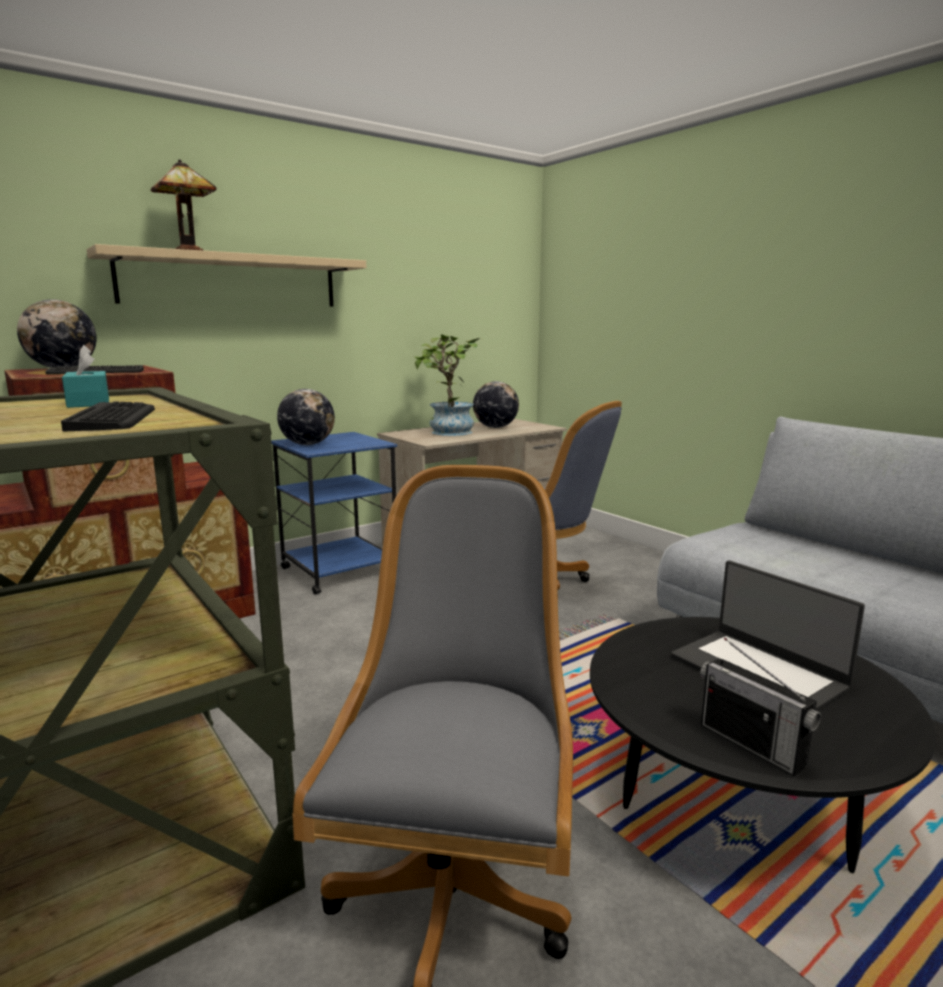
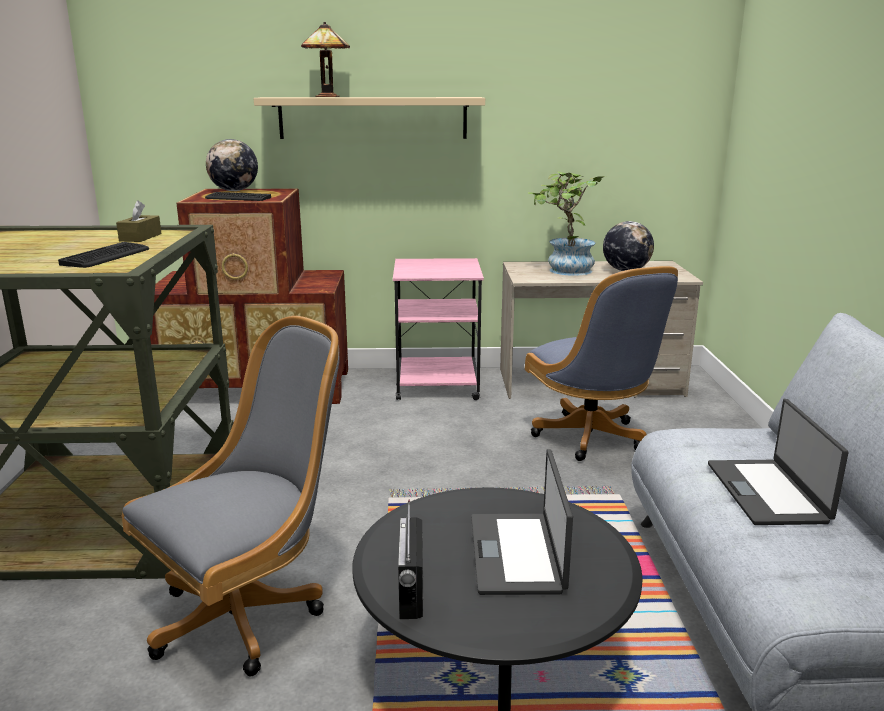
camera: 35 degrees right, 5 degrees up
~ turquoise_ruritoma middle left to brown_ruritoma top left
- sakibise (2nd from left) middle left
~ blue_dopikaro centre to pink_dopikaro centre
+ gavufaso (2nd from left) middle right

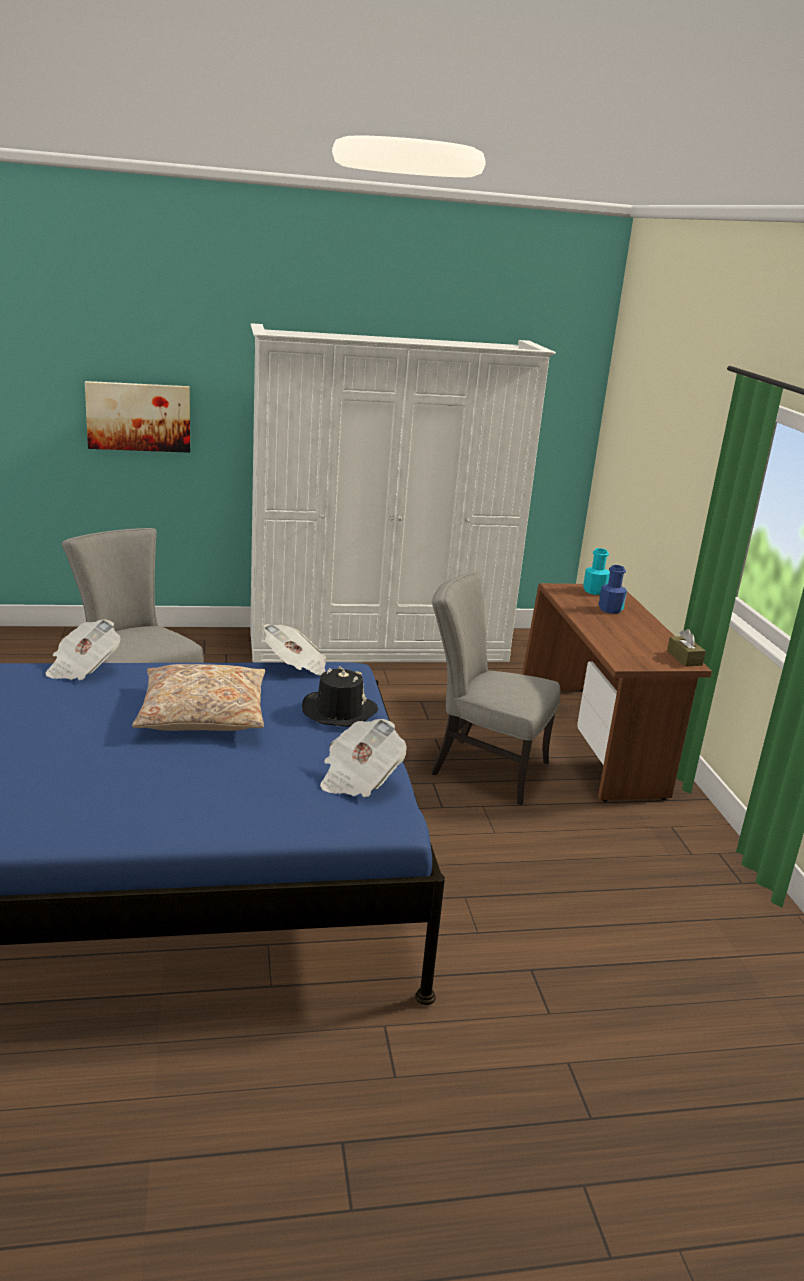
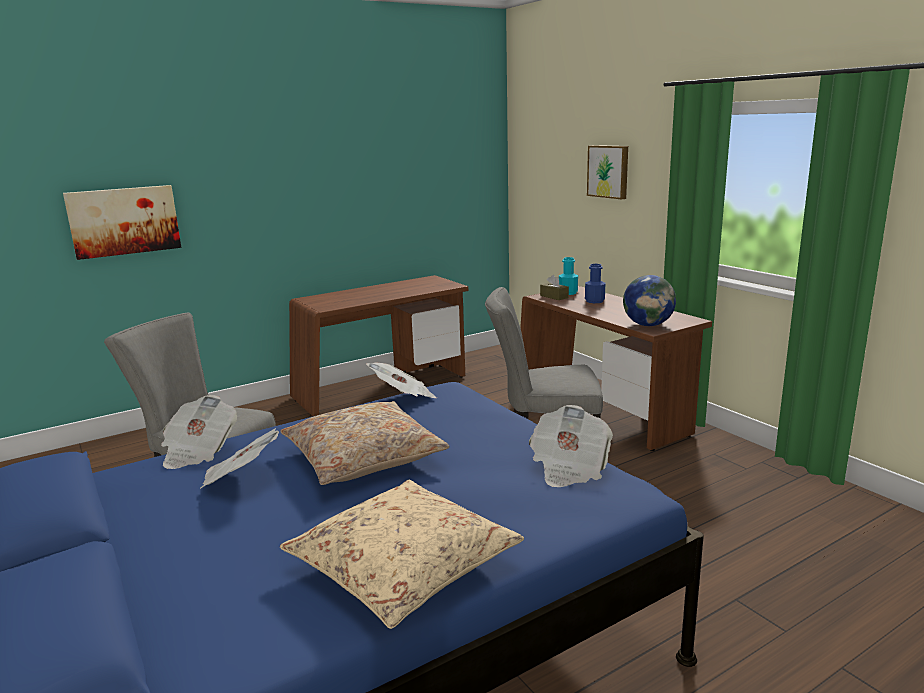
camera: 20 degrees left, 5 degrees down
~ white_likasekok centre to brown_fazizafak (1st from left) centre
~ brown_ruritoma middle right to centre
- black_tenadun centre
+ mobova (2nd from left) top centre
+ sakibise middle right
+ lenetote (2nd from left) middle left
+ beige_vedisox (2nd from left) bottom centre

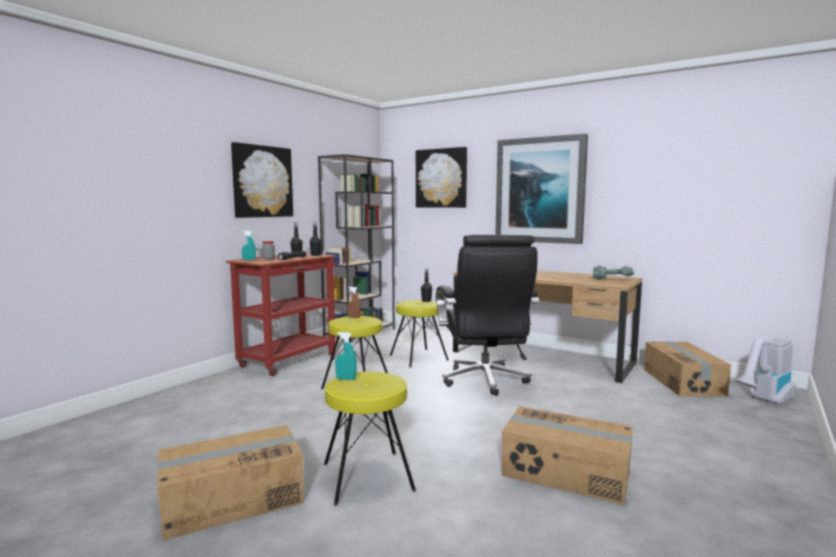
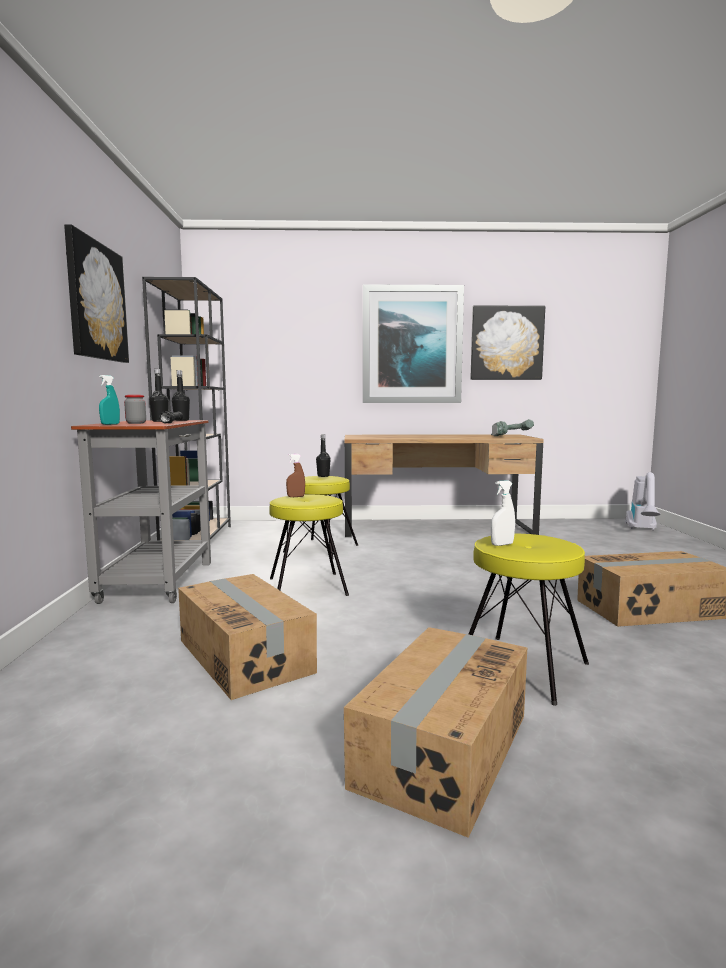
camera: 35 degrees left, 0 degrees up
~ mobova (2nd from left in the first image) top centre to mobova (3rd from left) middle right
- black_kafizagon centre
~ red_dopikaro centre to grey_dopikaro middle left
~ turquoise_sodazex (2nd from left) centre to white_sodazex middle right
~ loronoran (3rd from left in the first image) middle right to loronoran (1st from left) centre

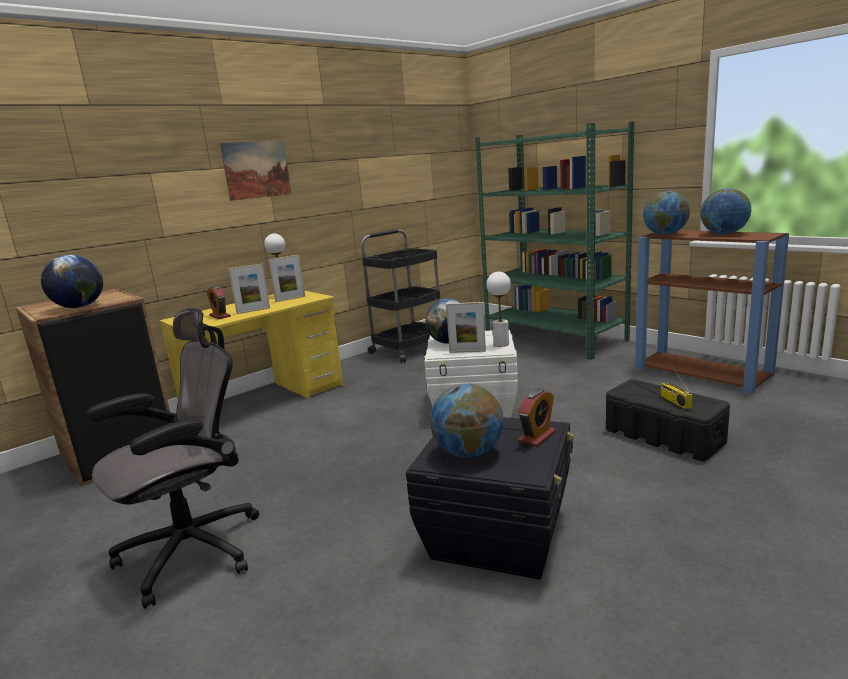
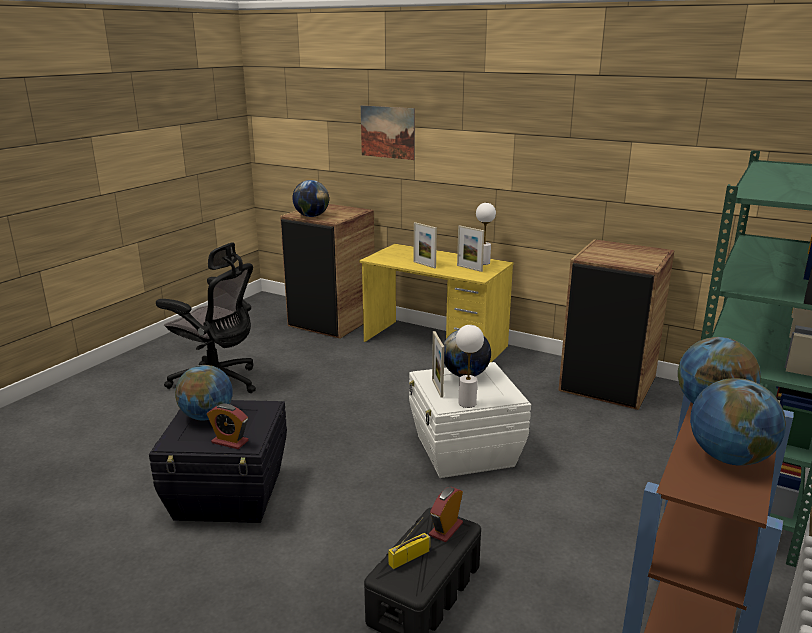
camera: 70 degrees right, 5 degrees up
~ mobova top left to top centre
~ black_dopikaro centre to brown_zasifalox (2nd from left) middle right
~ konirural (1st from left in the first image) middle left to konirural (2nd from left) bottom centre

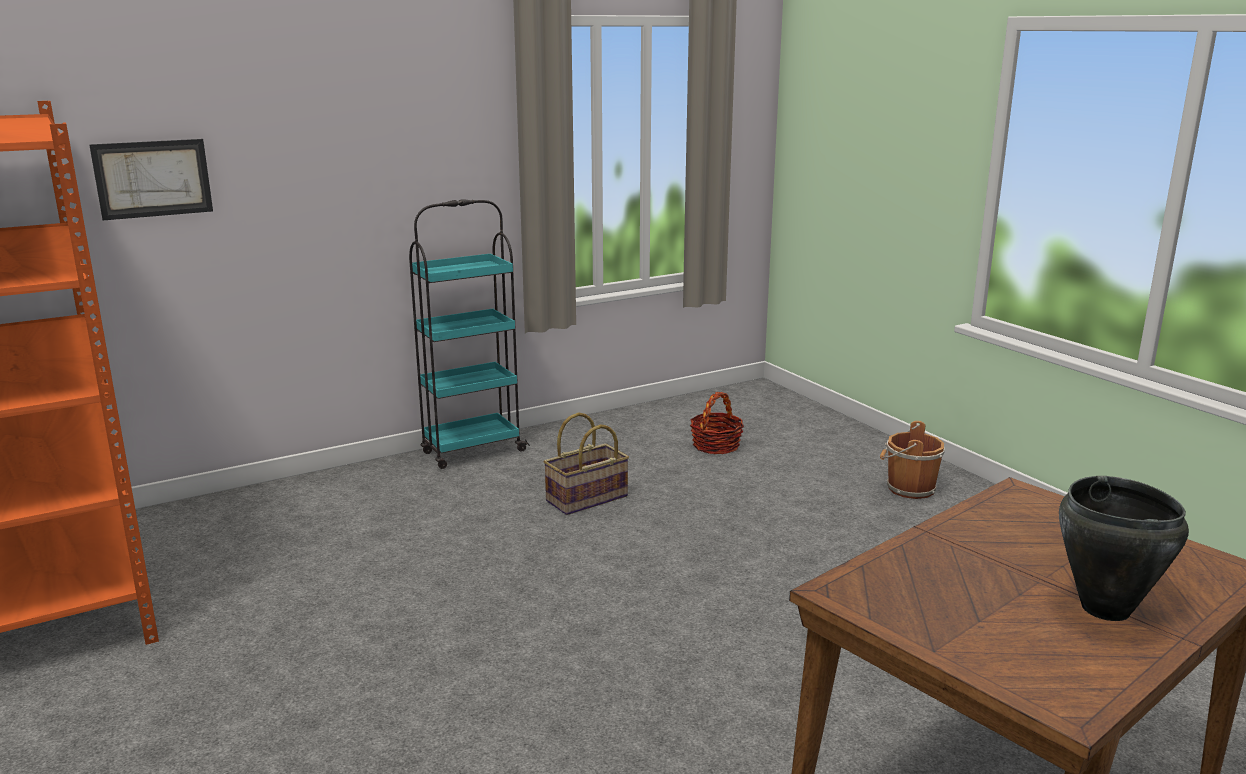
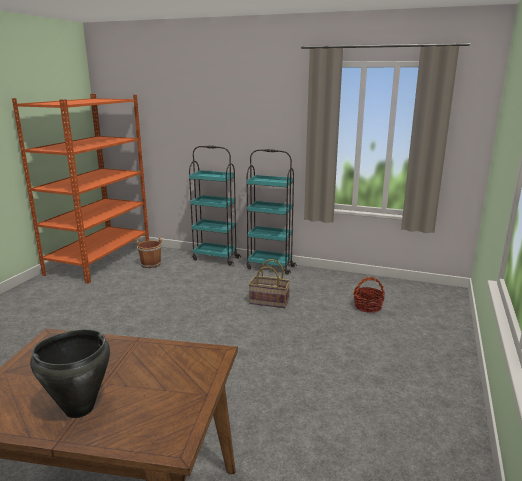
camera: 50 degrees right, 0 degrees up
- mobova top left
~ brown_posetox middle right to middle left
+ turquoise_dopikaro (1st from left) centre

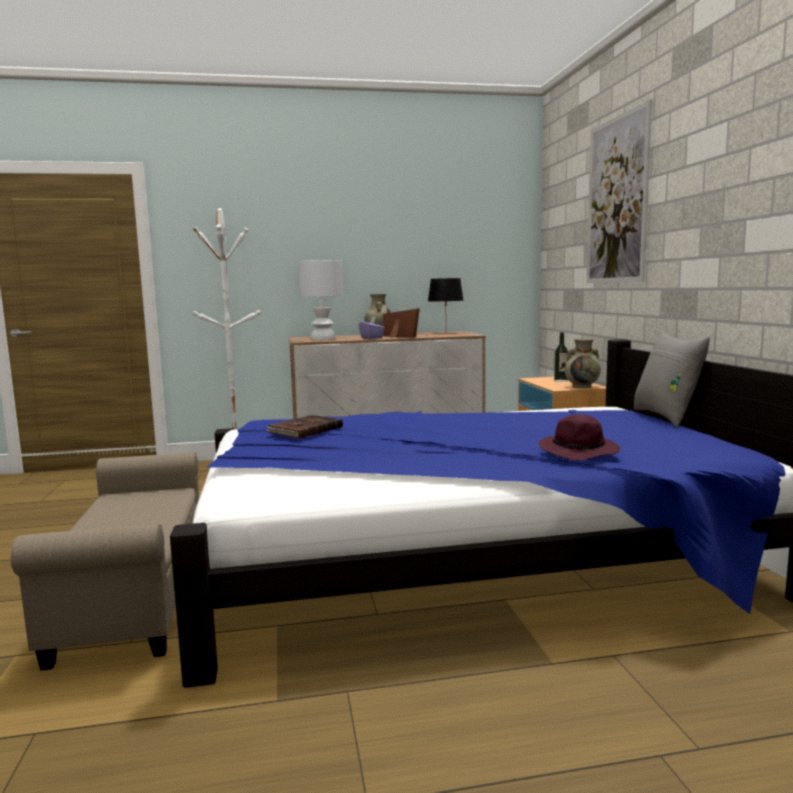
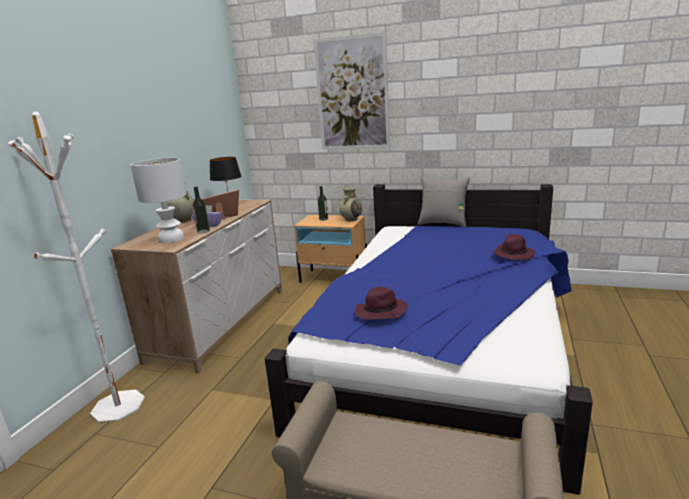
camera: 60 degrees left, 10 degrees up
~ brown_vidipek centre to purple_tenadun (1st from left) centre
+ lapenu (1st from left) middle left

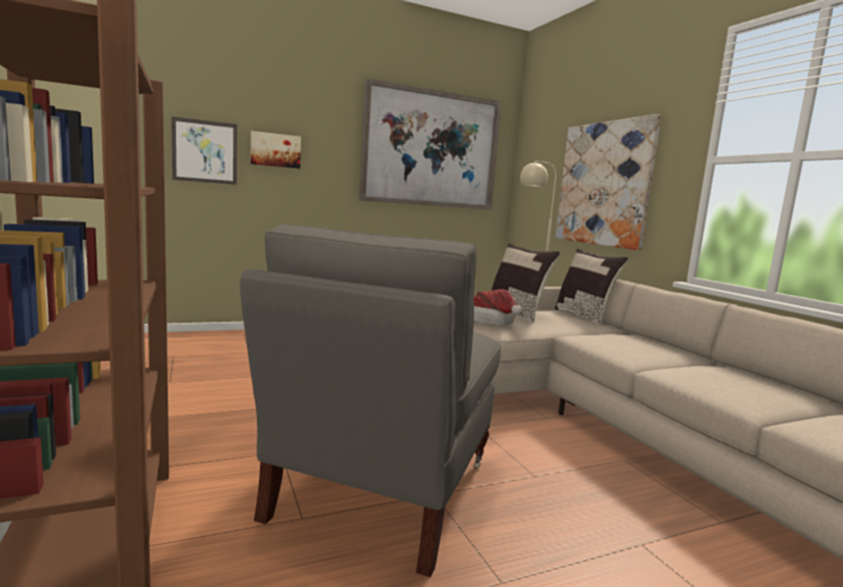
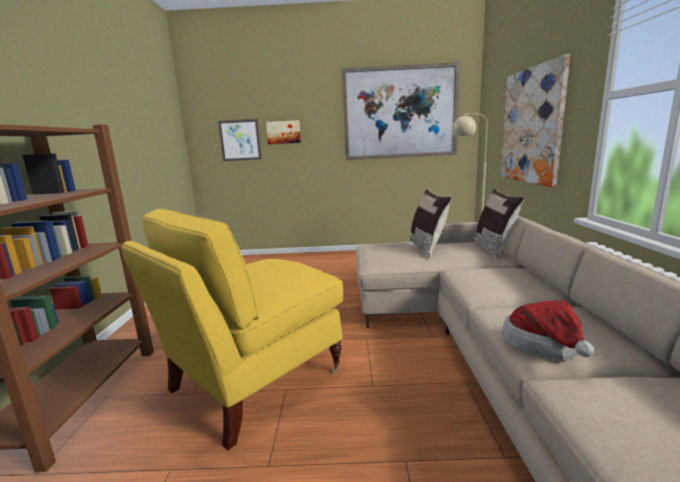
camera: 25 degrees right, 5 degrees up
~ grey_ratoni bottom centre to yellow_ratoni bottom centre
~ tenadun centre to bottom right

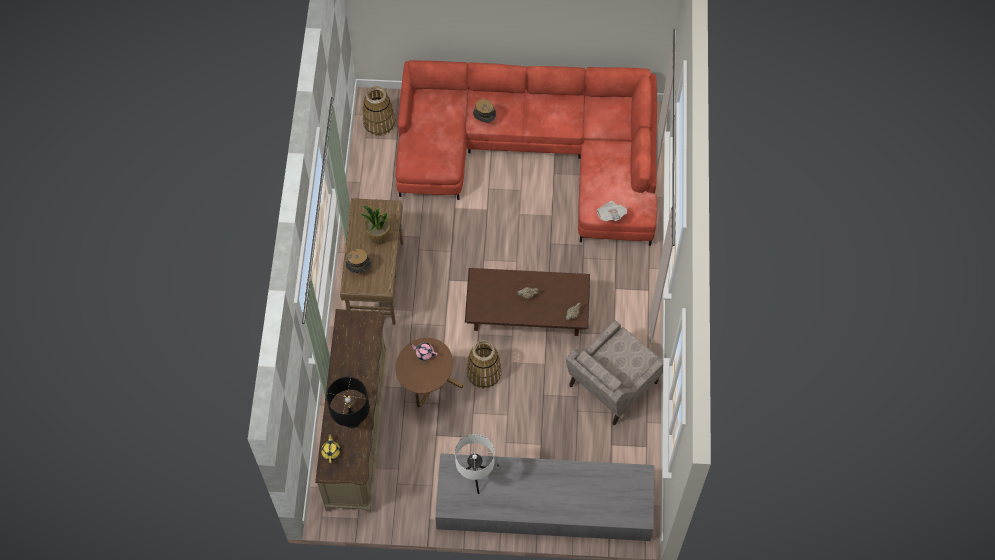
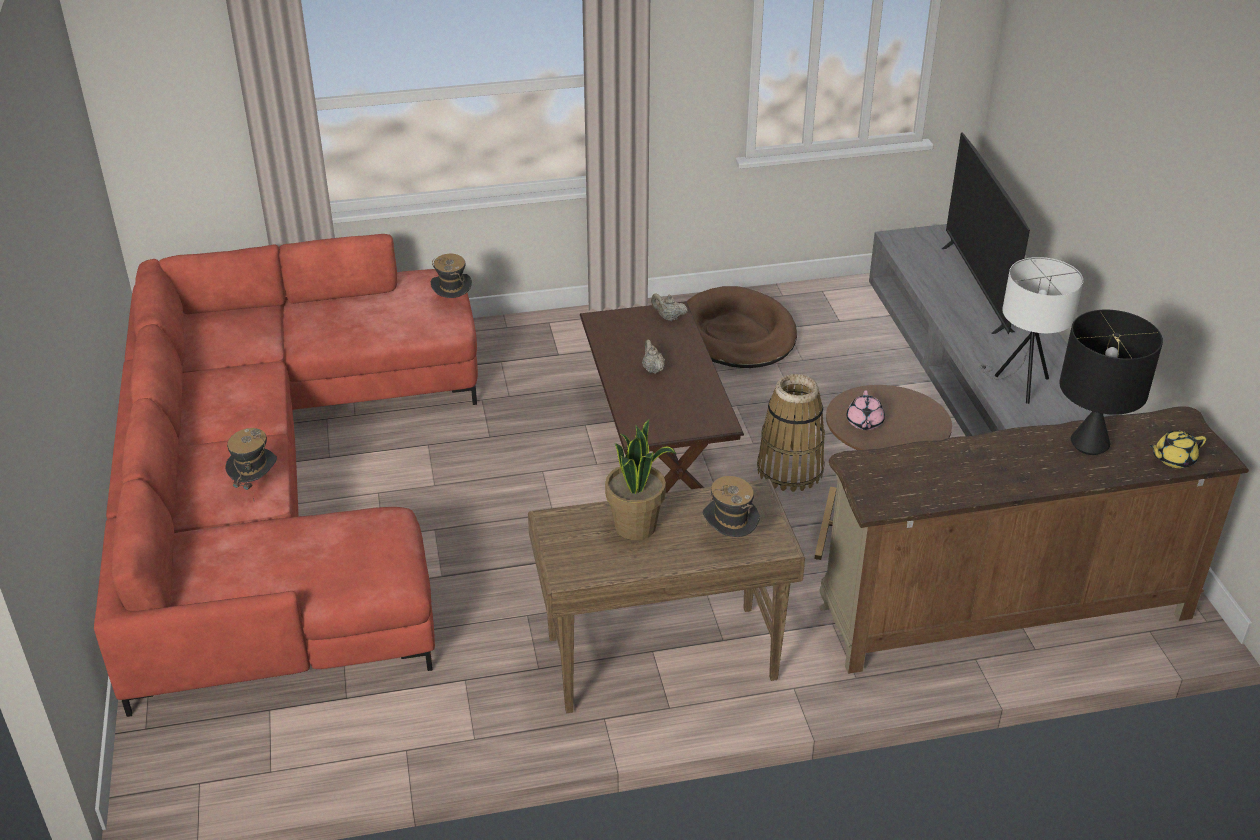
camera: 105 degrees left, 25 degrees down
- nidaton (1st from left) top centre
~ lenetote centre to tenadun (2nd from left) top centre
~ beige_ratoni centre to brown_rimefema centre
+ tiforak top right

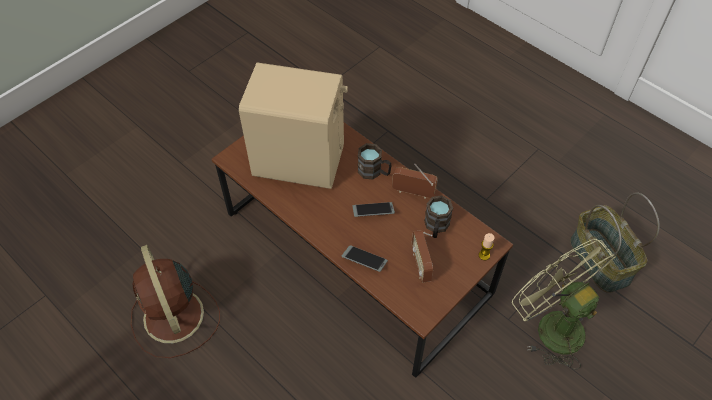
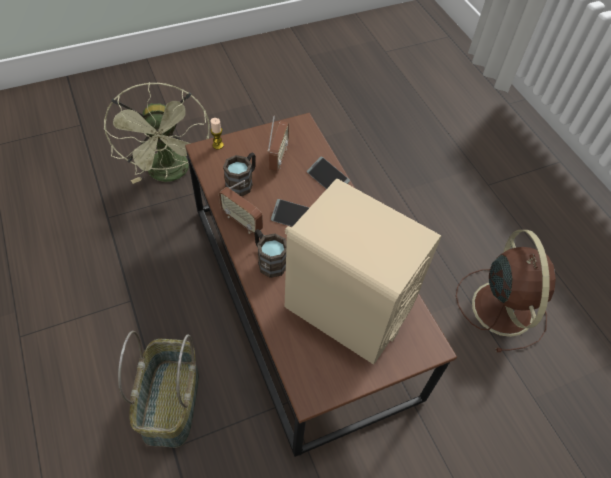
camera: 160 degrees left, 0 degrees up
~ nidaton middle right to bottom left

